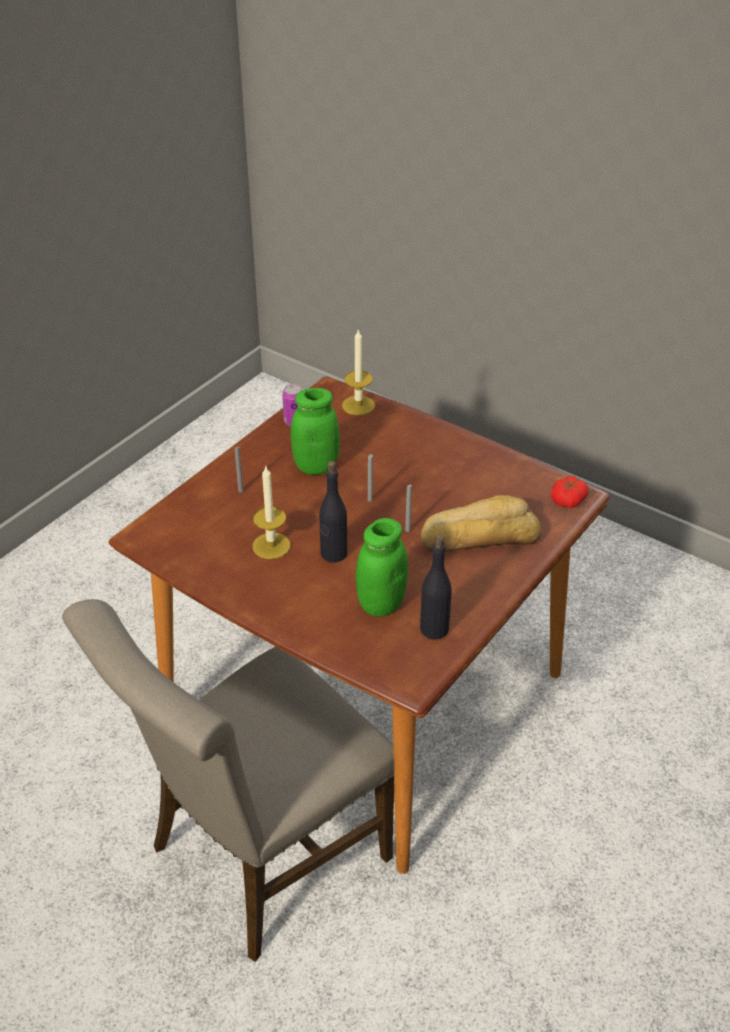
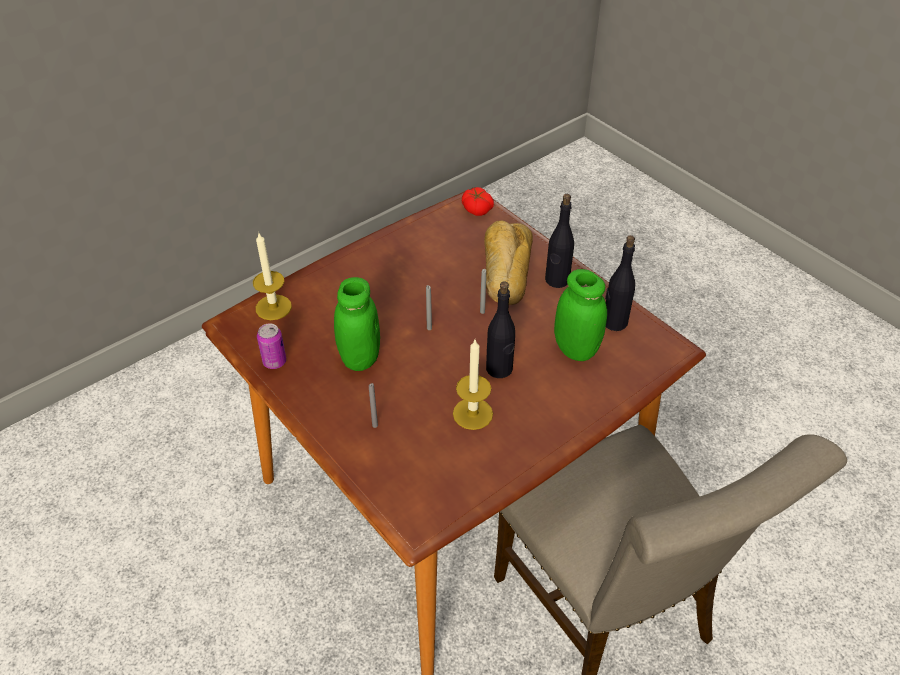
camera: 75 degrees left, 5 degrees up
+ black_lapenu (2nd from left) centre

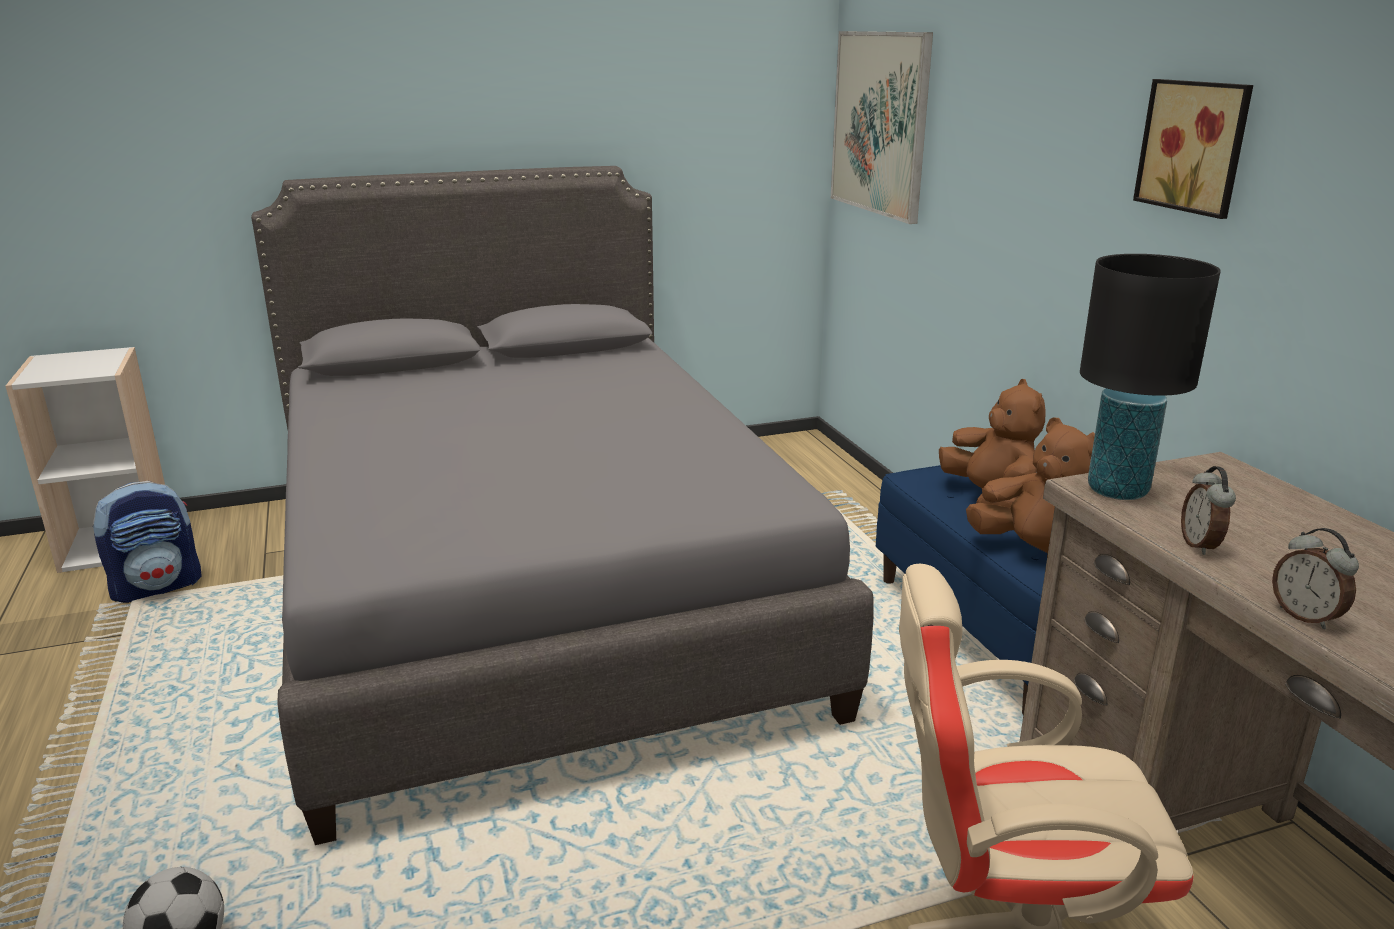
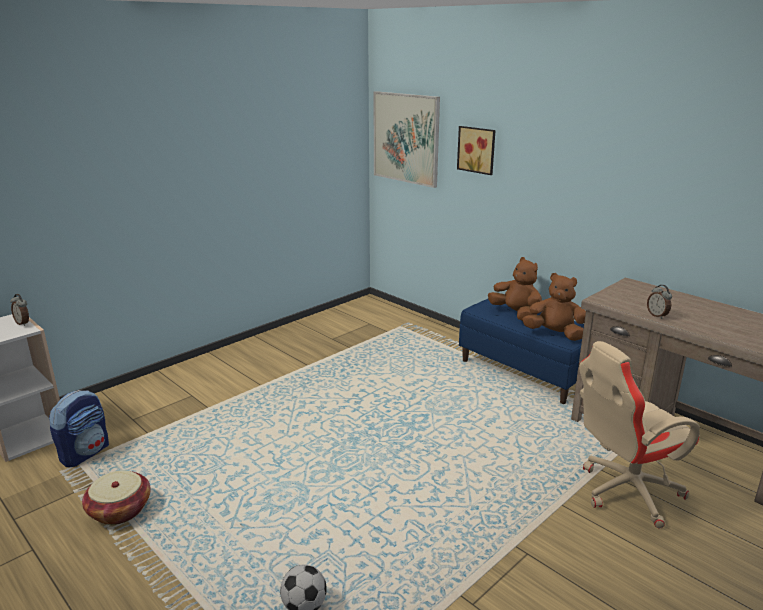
camera: 25 degrees left, 0 degrees up
~ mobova (2nd from left) top right to top centre
- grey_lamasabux centre
- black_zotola middle right
~ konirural (2nd from left in the first image) middle right to konirural (1st from left) middle left
+ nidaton bottom left

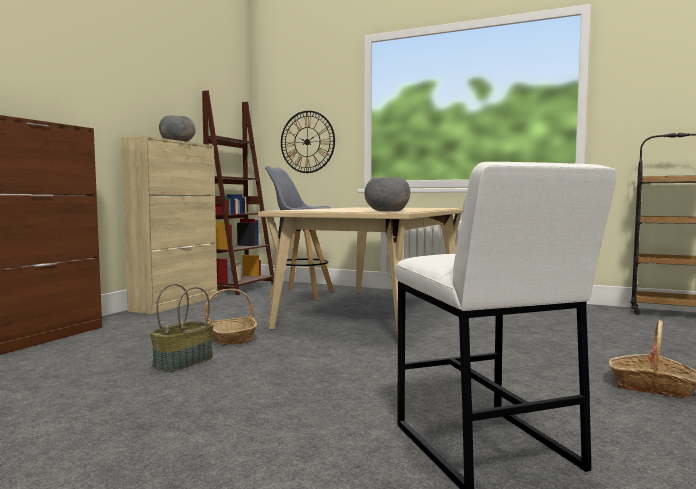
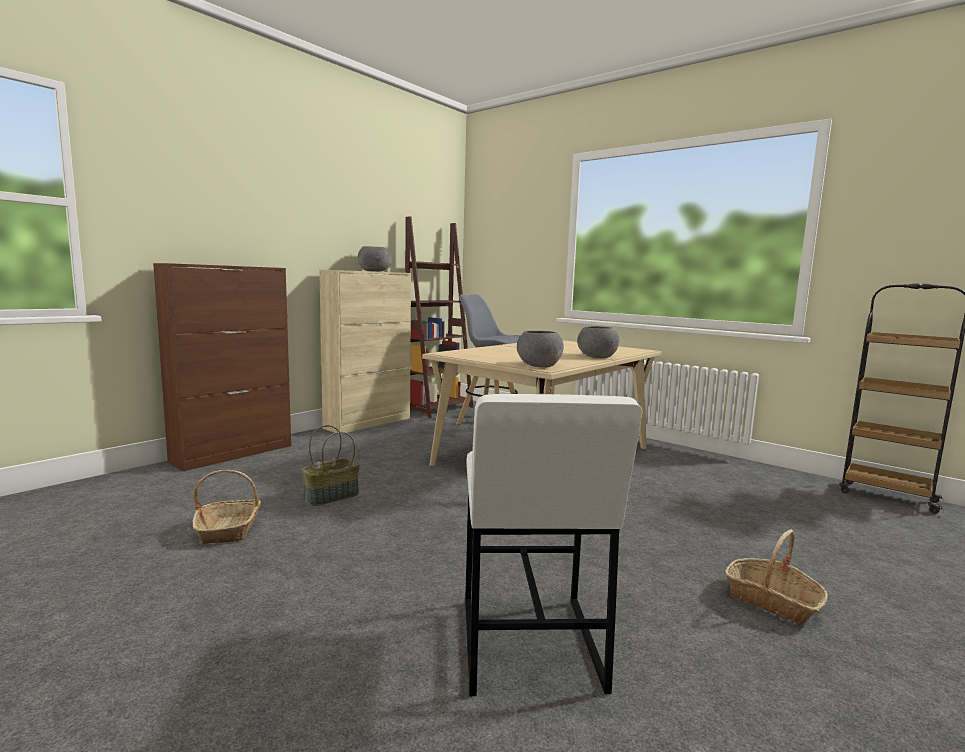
camera: 15 degrees right, 5 degrees up
- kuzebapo top centre
~ nidaton (2nd from left in the first image) middle left to nidaton (1st from left) bottom left
+ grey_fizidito (3rd from left) centre

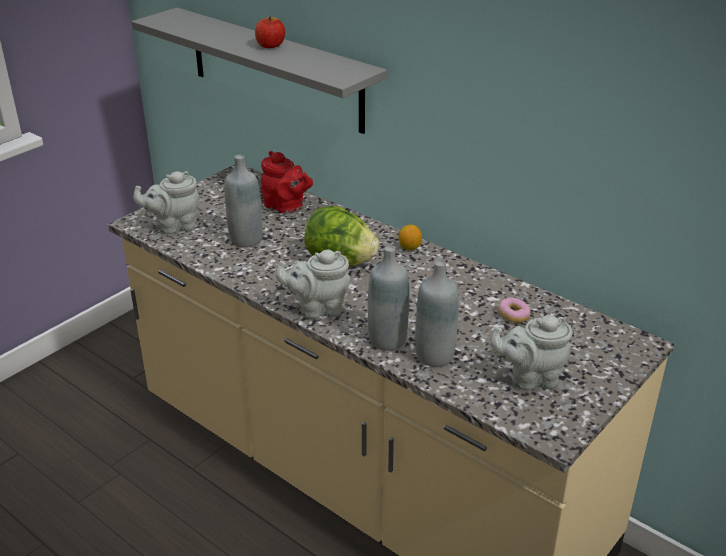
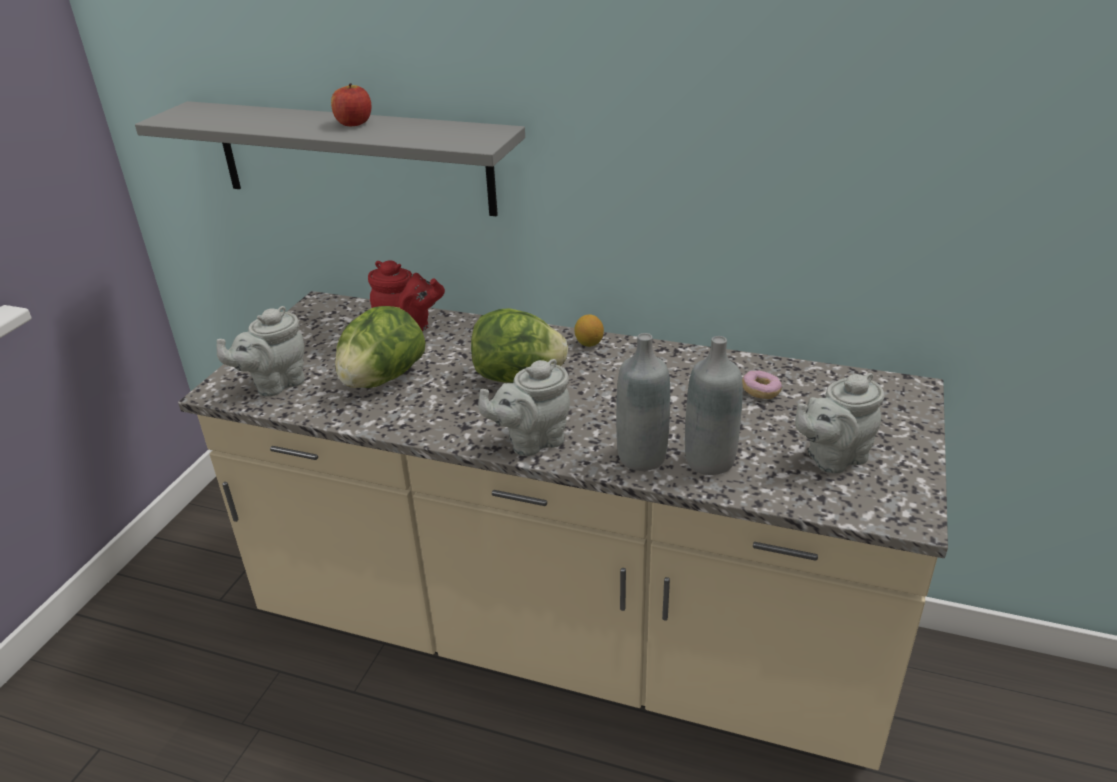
camera: 20 degrees left, 0 degrees up
~ grey_lapenu (1st from left) centre to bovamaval (1st from left) centre

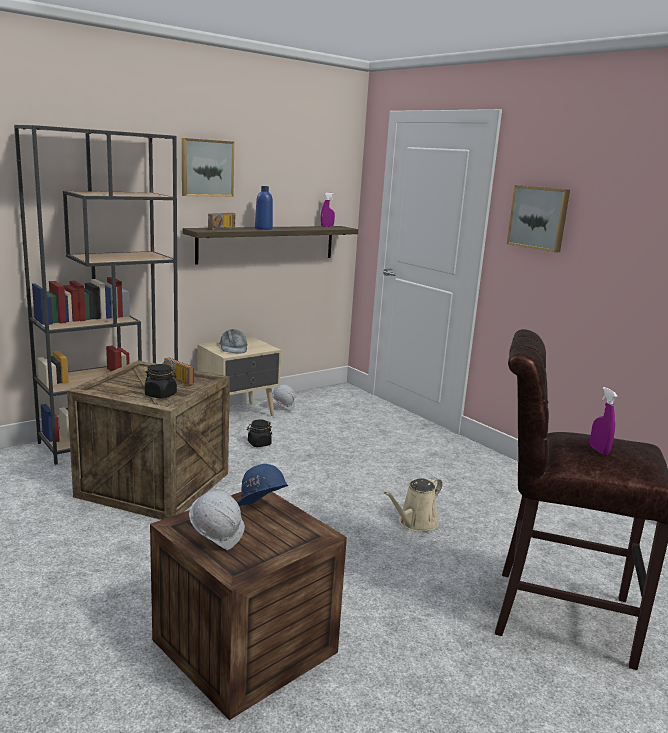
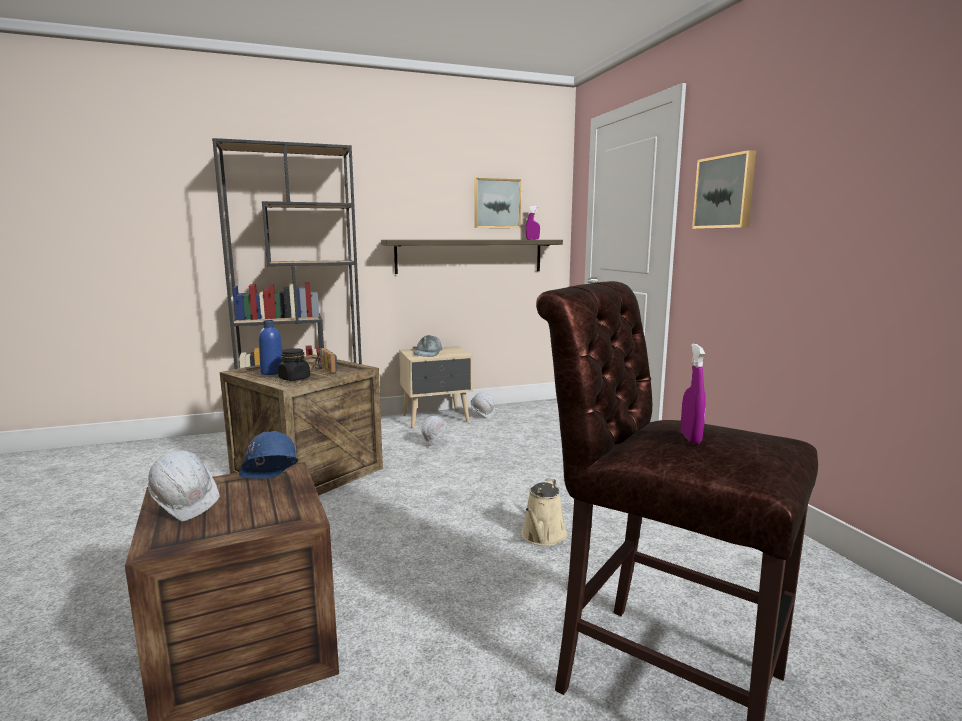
camera: 20 degrees right, 5 degrees down
~ mobova (1st from left) top left to top centre
~ blue_lapenu top centre to middle left
- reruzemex (2nd from left) top left
~ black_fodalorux (2nd from left) centre to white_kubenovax (2nd from left) centre
~ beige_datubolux bottom centre = bottom centre 45 degrees counterclockwise

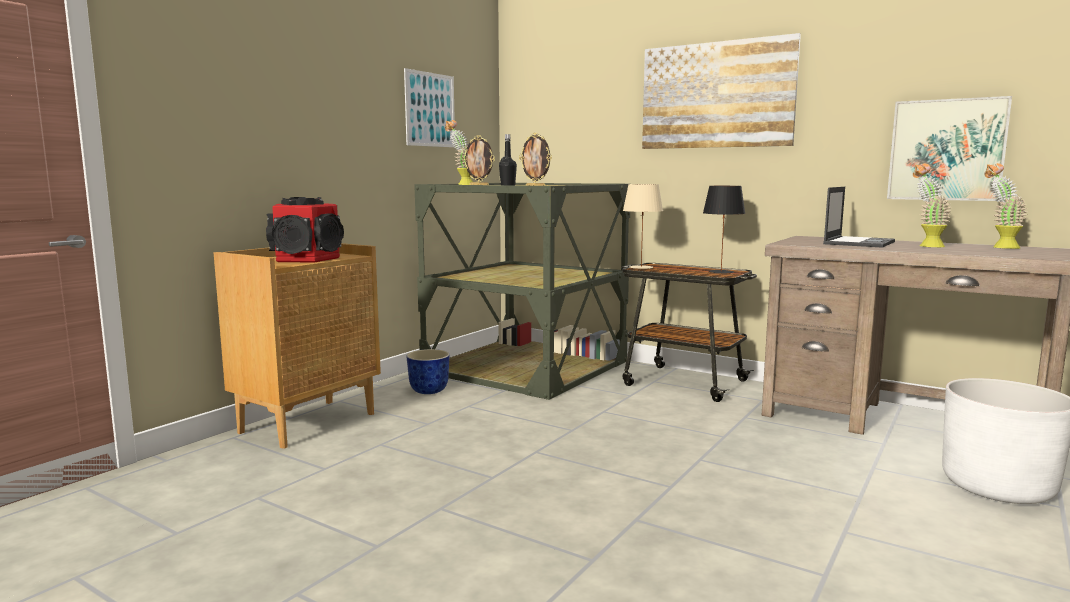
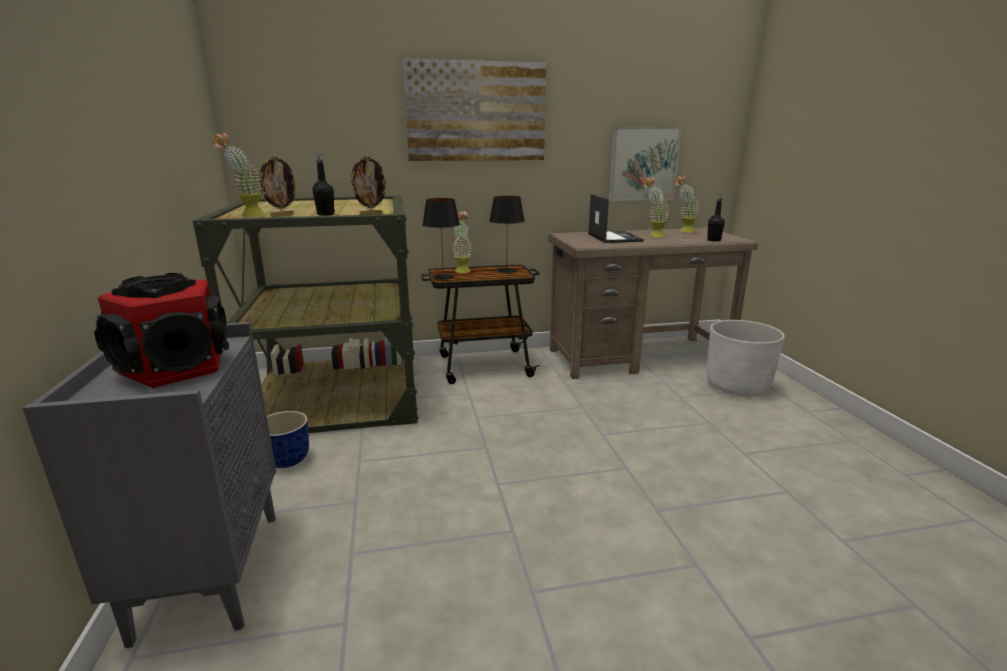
camera: 45 degrees left, 10 degrees up
- mobova (1st from left) top centre
~ beige_zotola centre to black_zotola (1st from left) centre
~ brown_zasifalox middle left to grey_zasifalox bottom left
+ black_lapenu (2nd from left) top right
+ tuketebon (2nd from left) centre

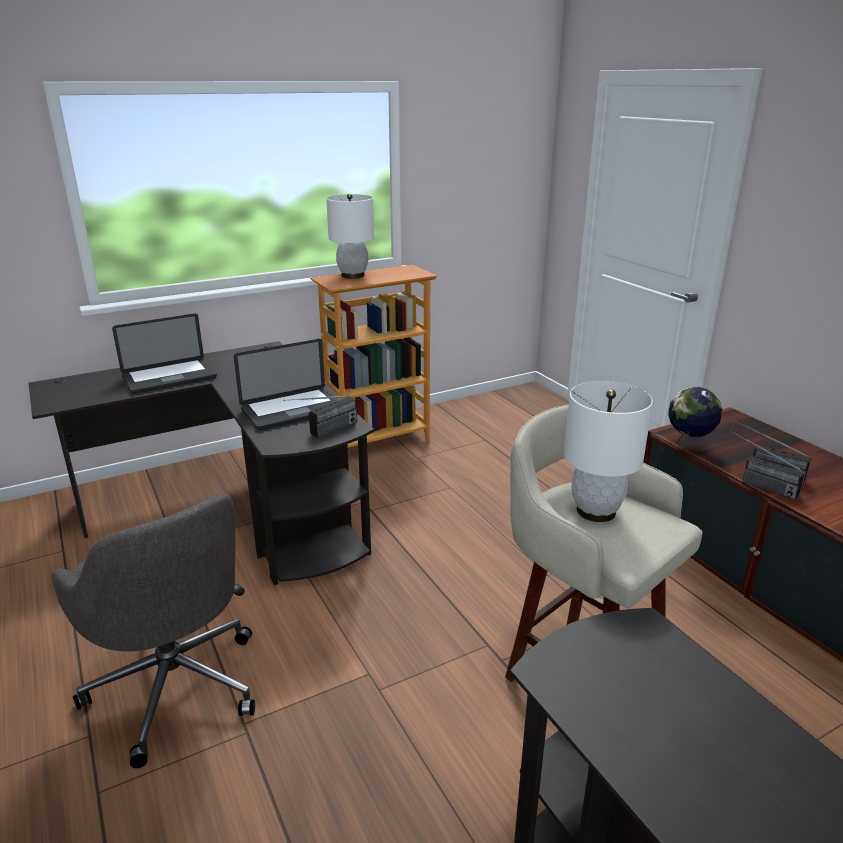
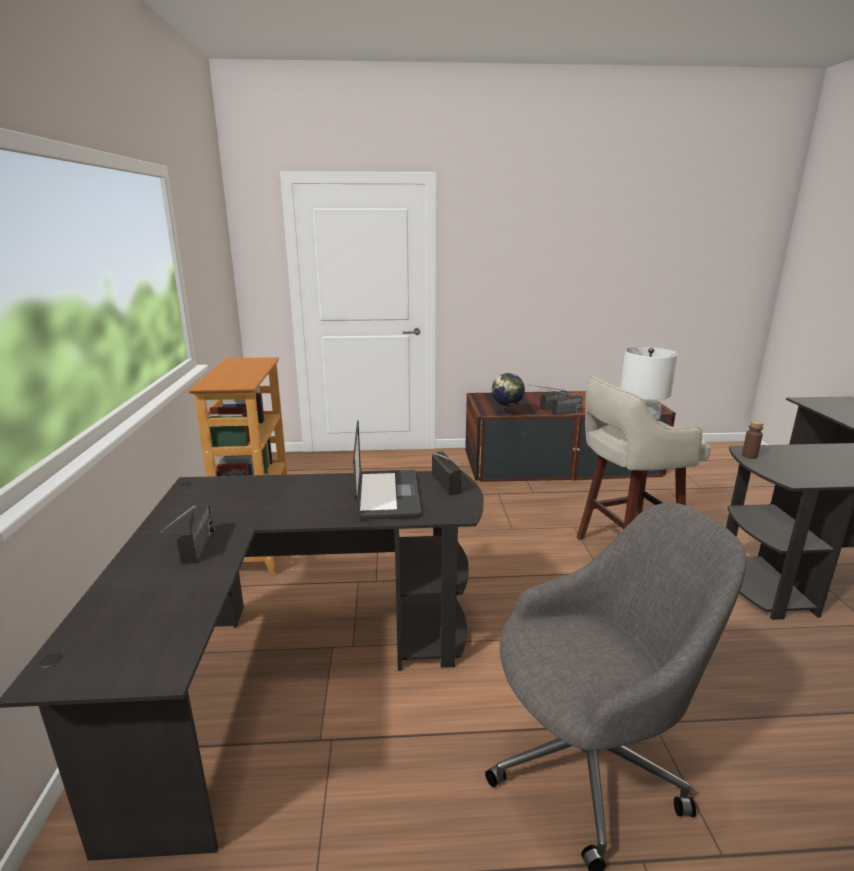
camera: 65 degrees left, 5 degrees down
- white_zotola (1st from left) top centre
~ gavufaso (1st from left) middle left to reruzemex (1st from left) middle left
+ brown_lapenu middle right

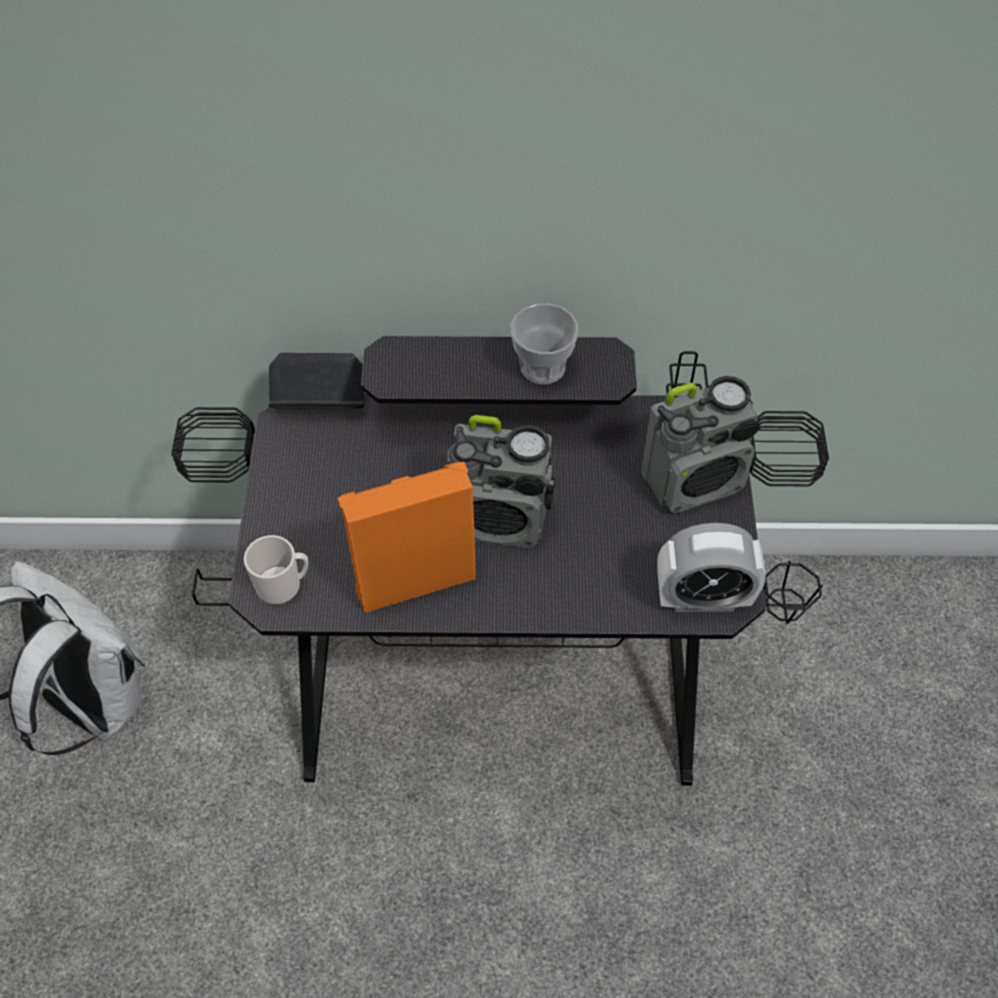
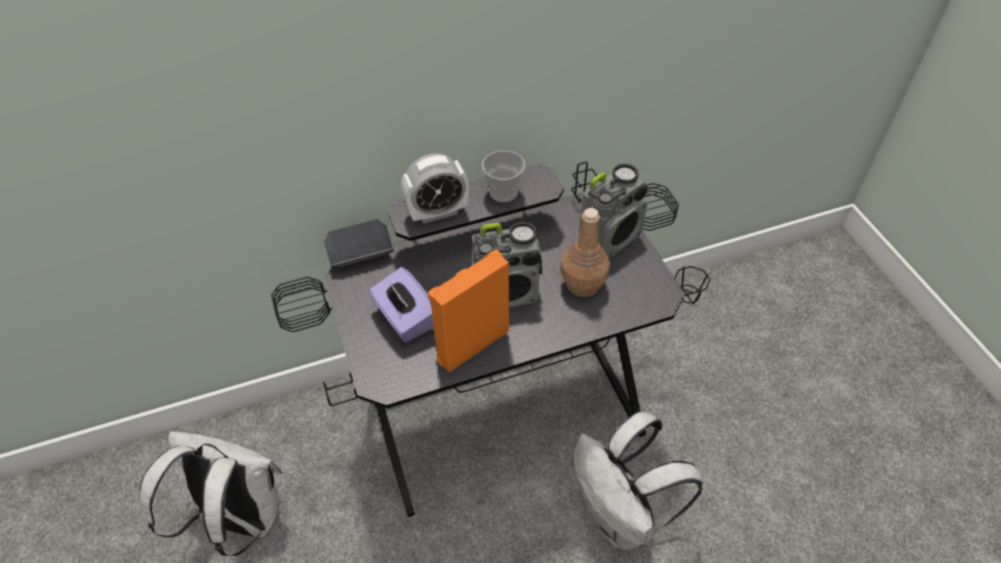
camera: 20 degrees left, 5 degrees down
~ konirural middle right to centre
- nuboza middle left
+ brown_lapenu centre
+ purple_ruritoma centre
+ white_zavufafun (2nd from left) bottom centre

